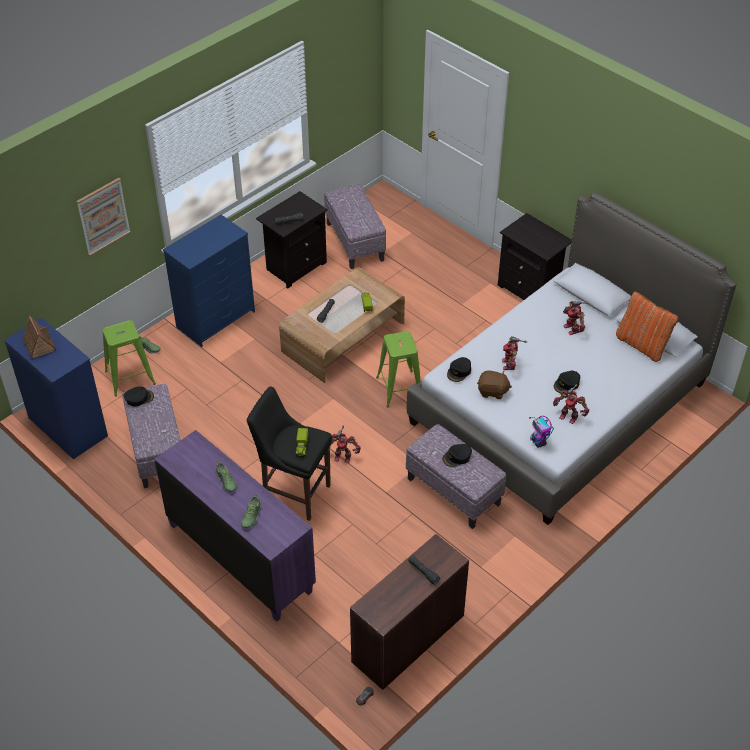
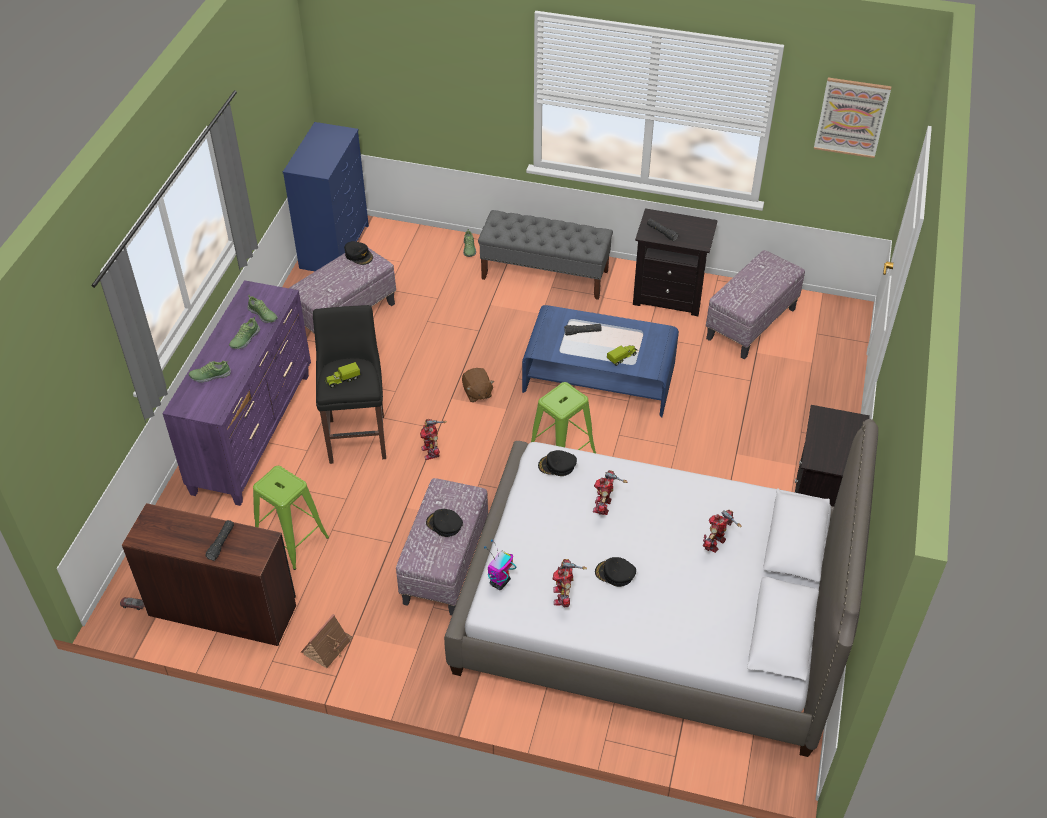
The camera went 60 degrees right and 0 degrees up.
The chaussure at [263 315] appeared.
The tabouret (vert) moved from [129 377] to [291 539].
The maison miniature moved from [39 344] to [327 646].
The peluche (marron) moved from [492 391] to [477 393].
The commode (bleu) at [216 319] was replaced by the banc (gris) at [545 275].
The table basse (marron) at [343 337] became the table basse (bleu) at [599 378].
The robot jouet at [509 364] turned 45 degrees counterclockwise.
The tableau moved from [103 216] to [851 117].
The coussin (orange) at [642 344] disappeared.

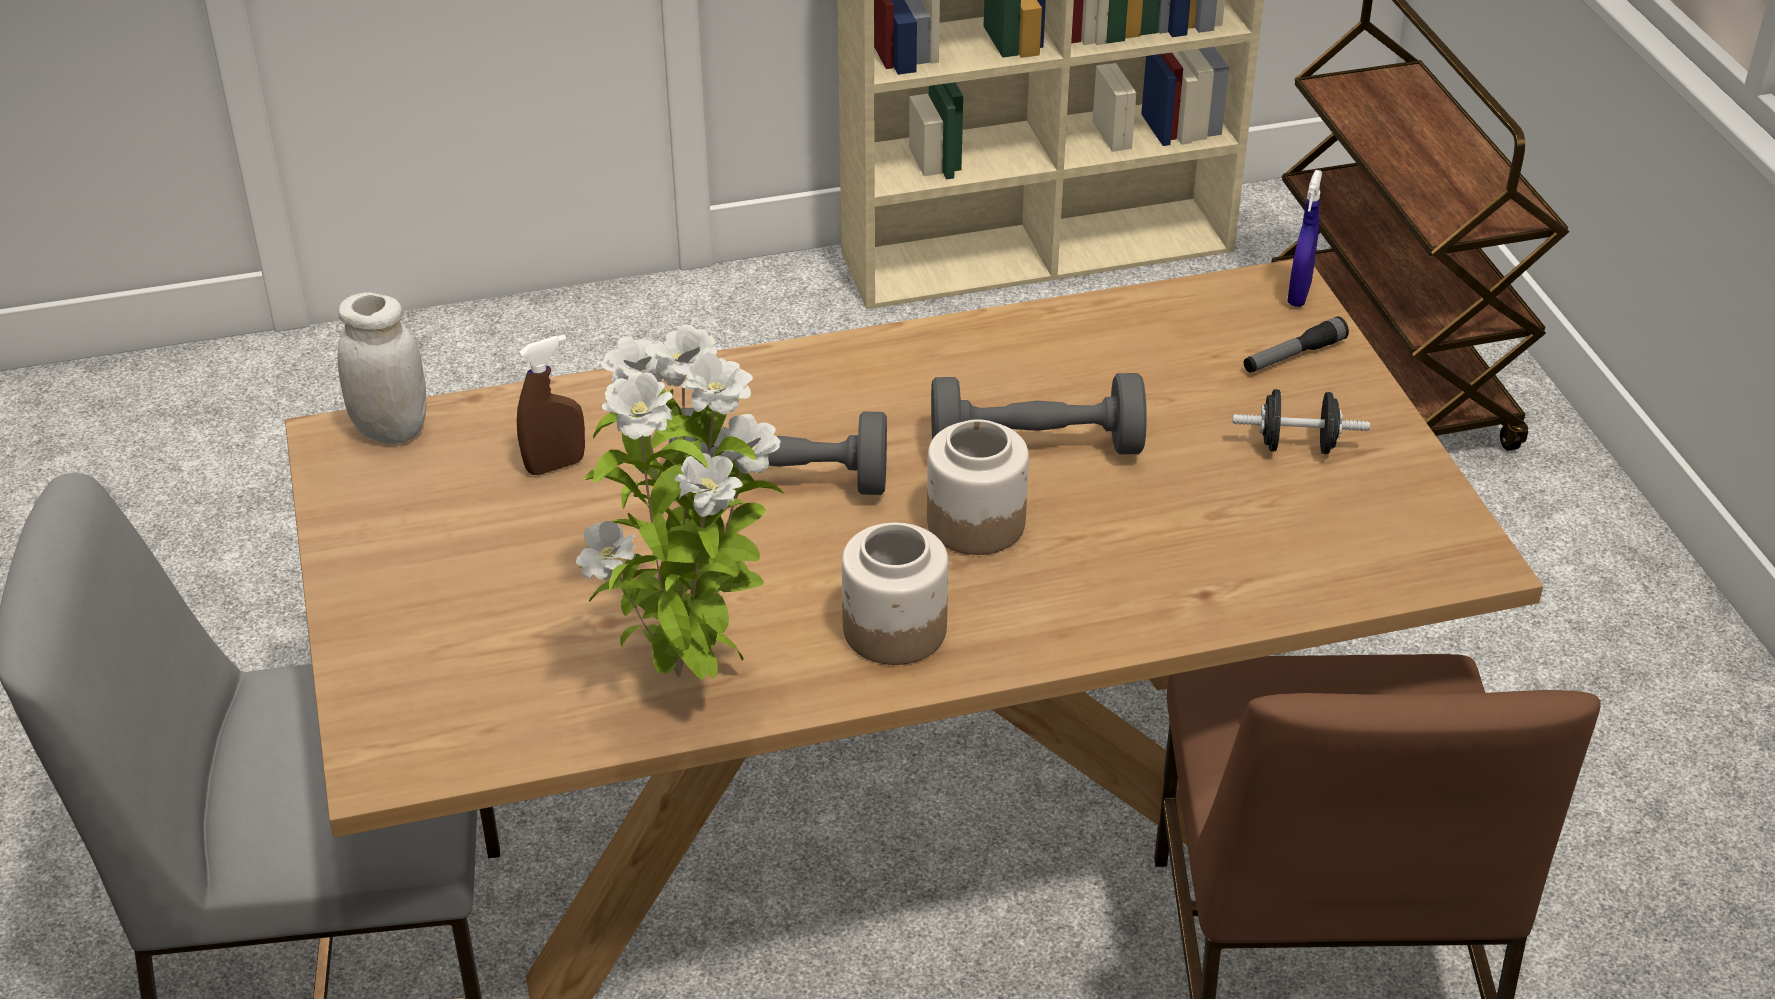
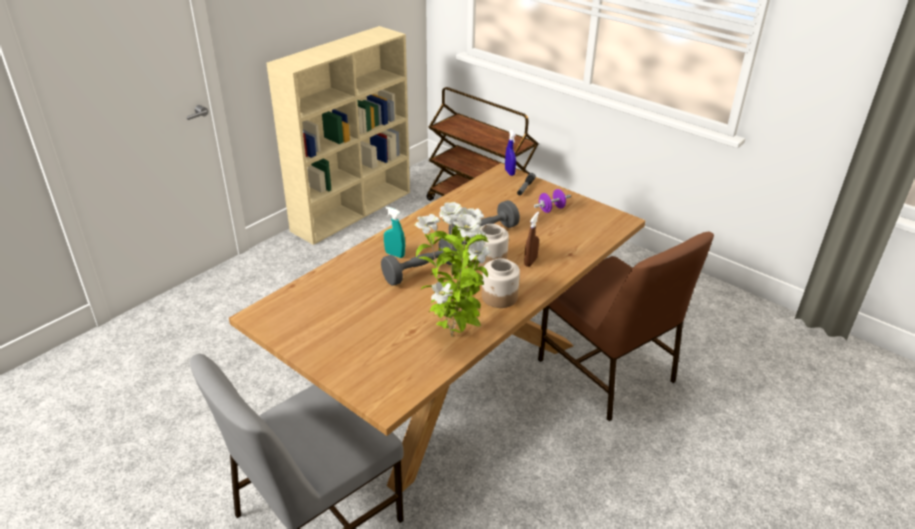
The camera went 35 degrees left and 5 degrees down.
The vaporisateur (turquoise) at [394 254] appeared.
The vaporisateur (marron) moved from [555 465] to [530 262].
The haltère (noir) at [1297 446] became the haltère (violet) at [551 209].
The bocal (blanc) at [391 429] disappeared.

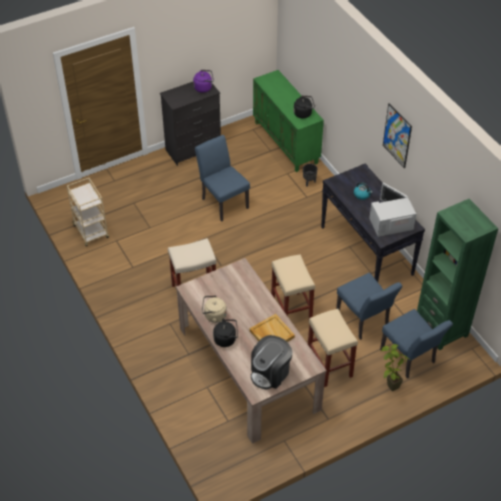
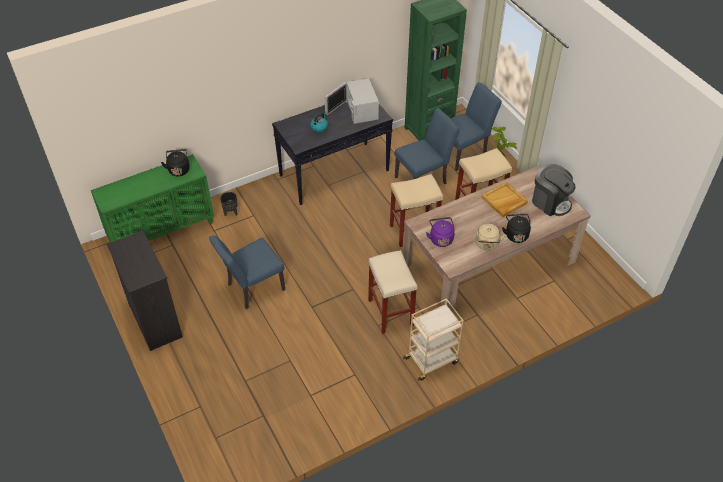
The camera went 90 degrees left and 0 degrees up.
The chariot (beige) moved from [91 232] to [431 360].
The bouilloire (violet) moved from [204 87] to [440 238].
The tableau at [397 135] disappeared.

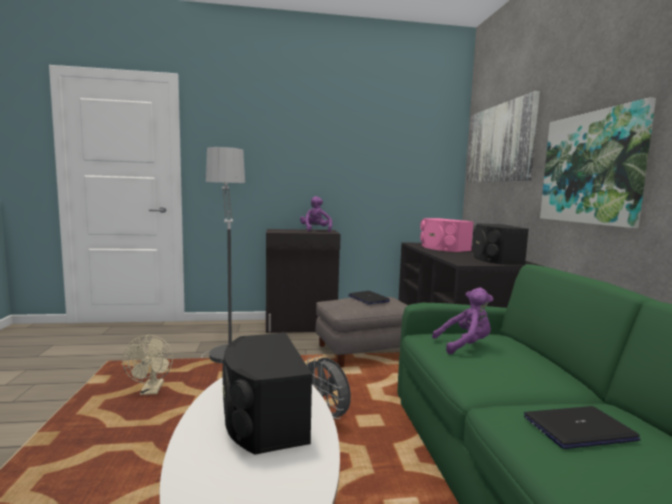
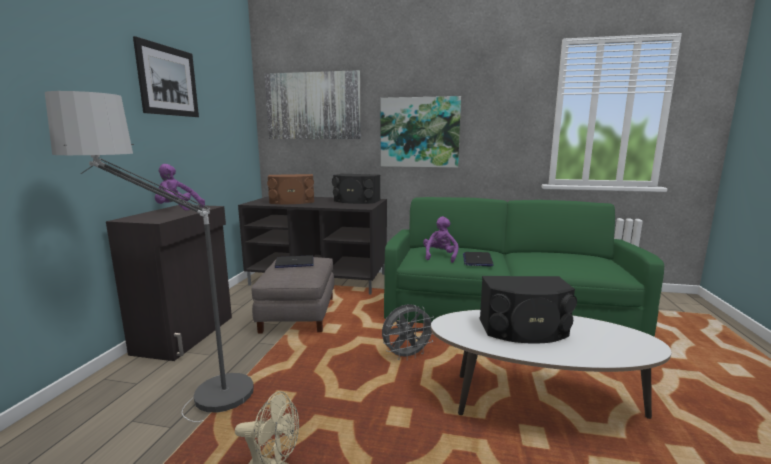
The camera went 70 degrees left and 5 degrees up.
The tableau at [168 81] appeared.
The enceinte (rose) at [442 248] became the enceinte (marron) at [292 202].
The ordinateur portable moved from [578 428] to [477 260].

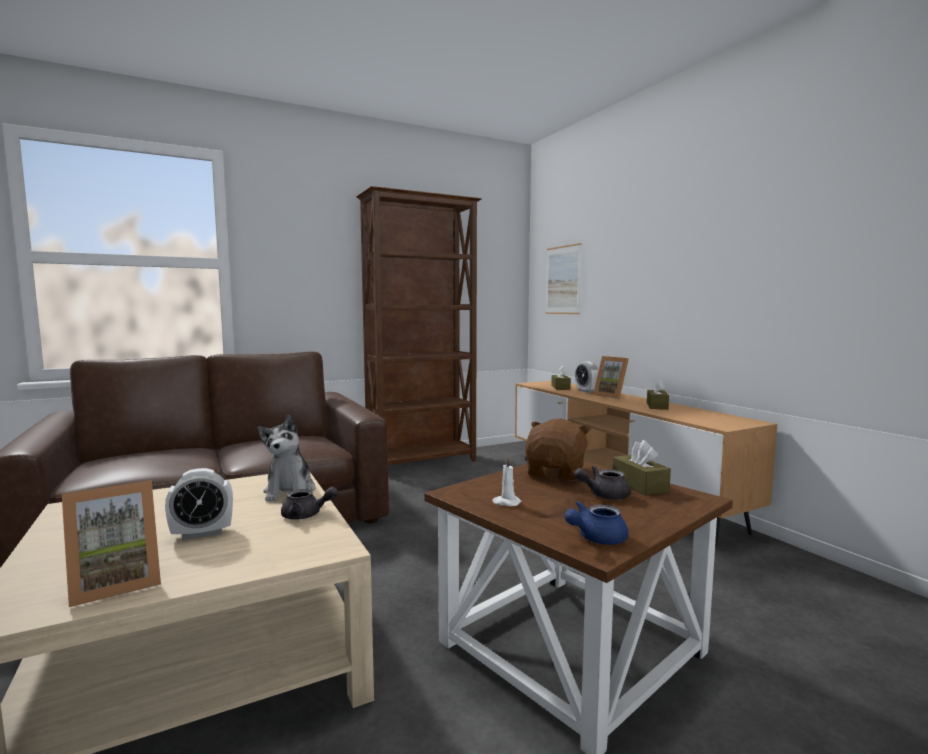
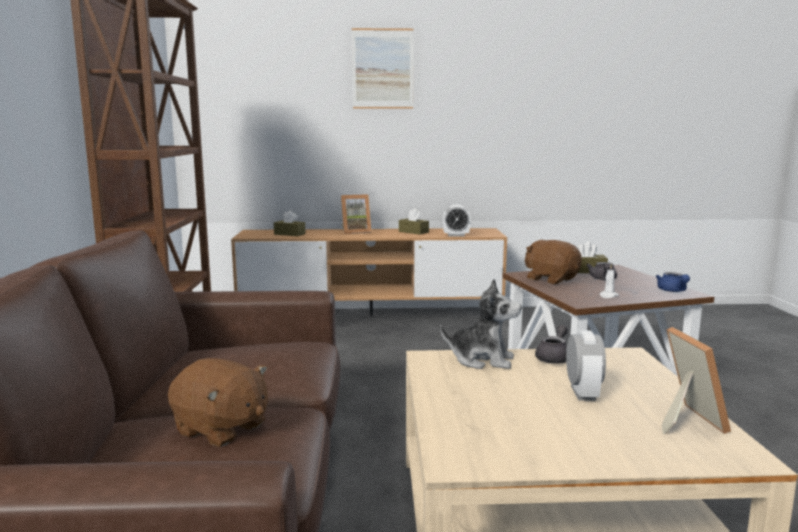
The camera went 65 degrees left and 5 degrees up.
The peluche (marron) at [221 429] appeared.
The tableau moved from [562 280] to [382 69].
The réveil moved from [586 391] to [456 235].

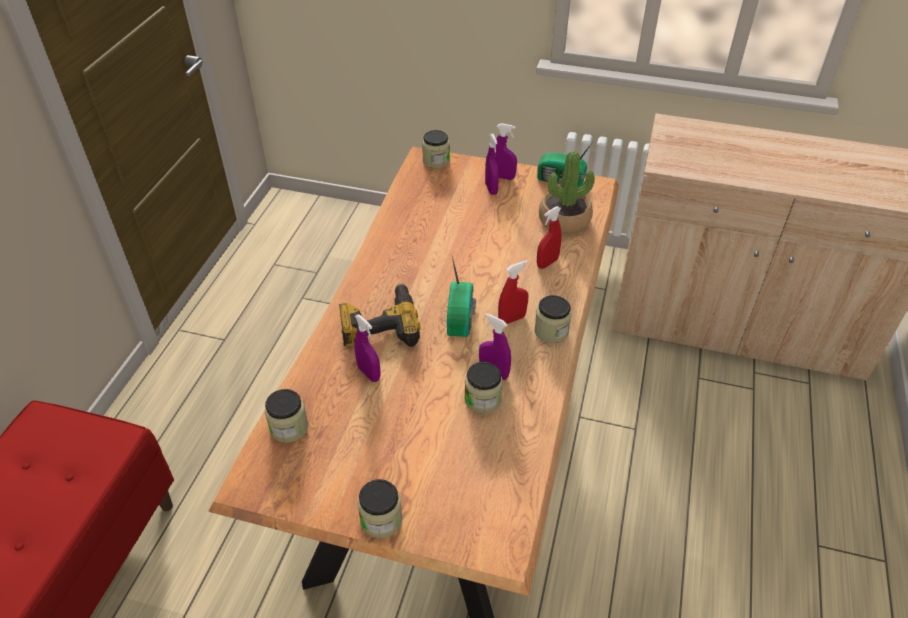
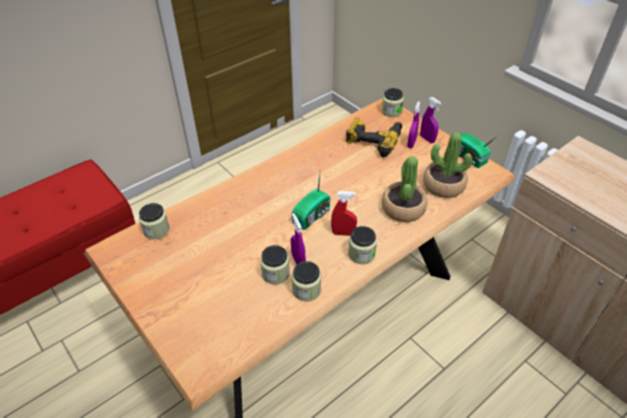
The camera went 35 degrees right and 0 degrees up.
The bocal moved from [381 520] to [306 290].
The perceuse moved from [379 324] to [374 140].
The vaporisateur (rouge) at [547 263] was replaced by the plante en pot at [403 208].
The vaporisateur (violet) at [369 373] disappeared.

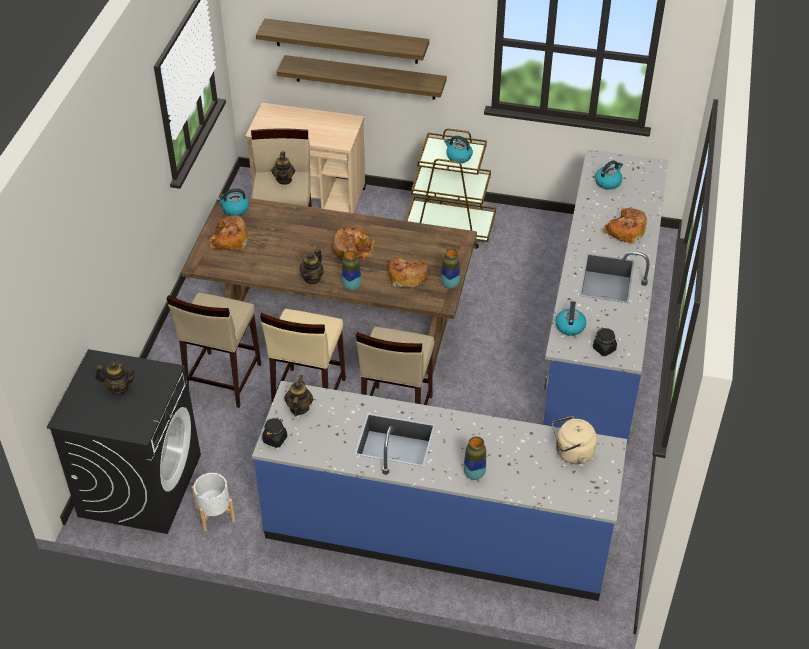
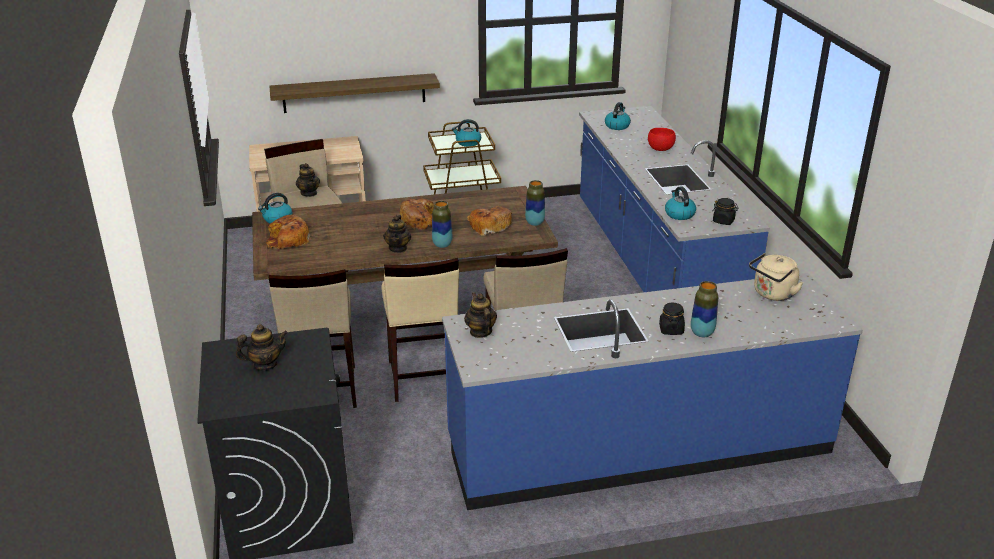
The camera went 25 degrees left and 15 degrees down.
The pain at [624 230] was replaced by the bol (rouge) at [661 149].
The bocal (noir) moved from [275 439] to [671 329].
The cache-pot (blanc) at [215 514] disappeared.
The étagère at [346 41] disappeared.

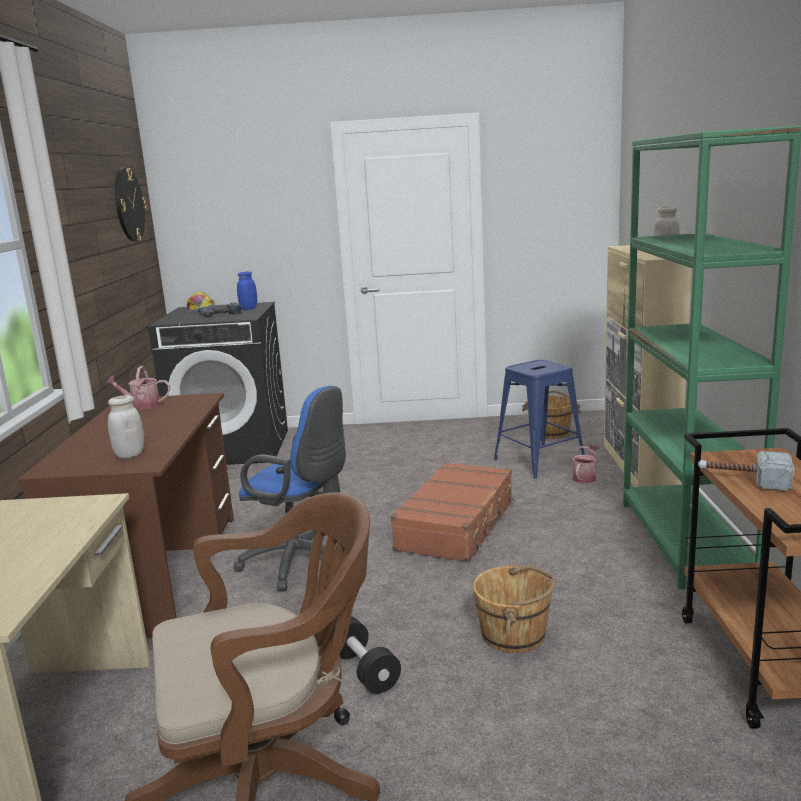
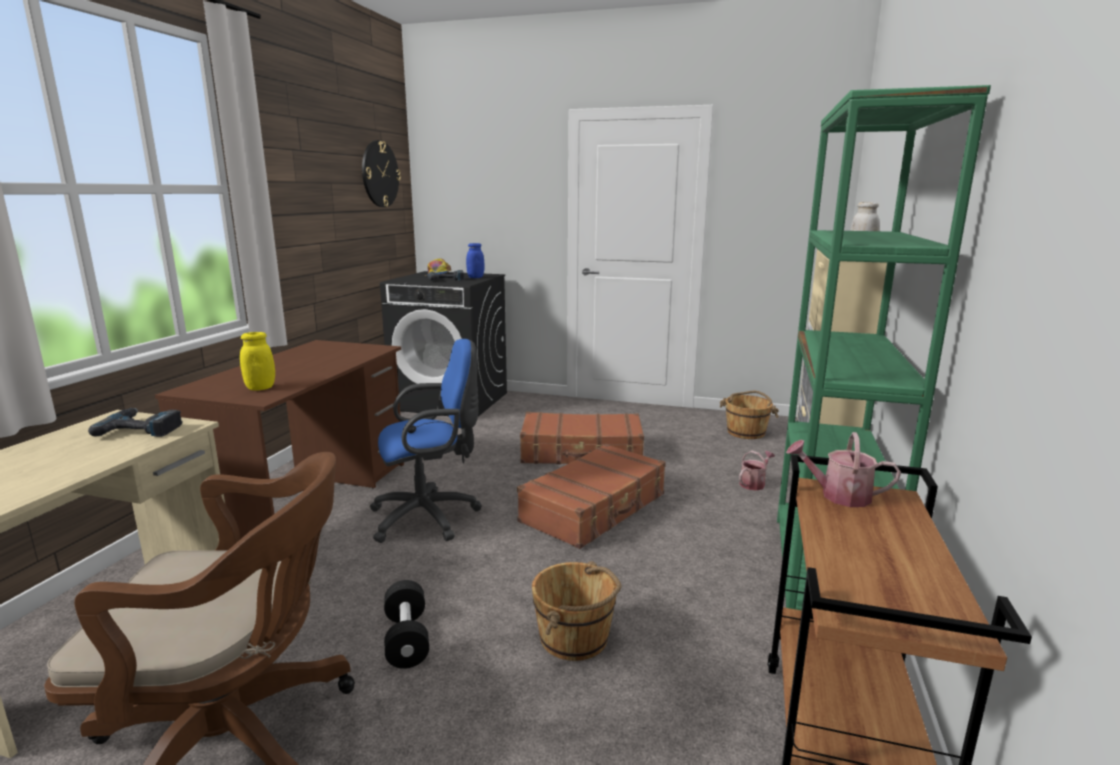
The camera went 15 degrees right and 0 degrees up.
The perceuse at [143 428] appeared.
The bocal (blanc) at [130 455] became the bocal (jaune) at [260 388].
The chaise de bureau (bleu) at [302 563] turned 60 degrees counterclockwise.
The valise (marron) at [582 452] appeared.
The arrosoir moved from [141 405] to [838 495].
The tabouret (bleu) at [539 460] disappeared.
The marteau at [743 480] disappeared.

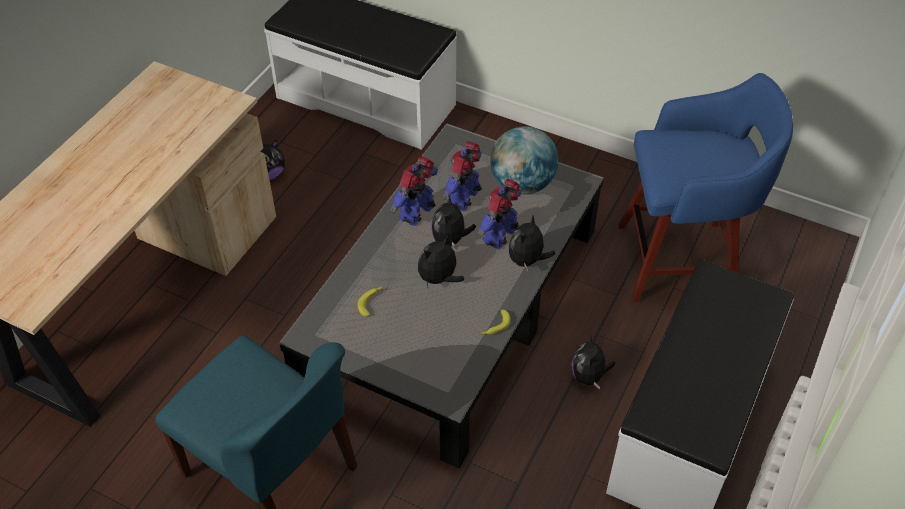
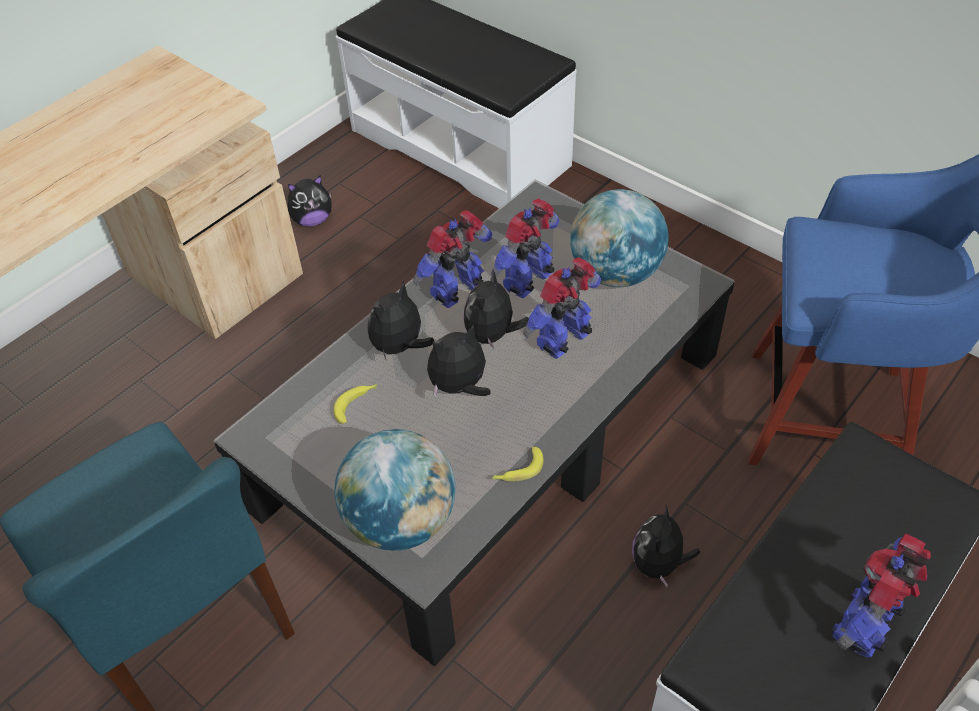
The camera went 15 degrees right and 0 degrees up.
The globe at [401 521] appeared.
The peluche moved from [527 260] to [400 347].
The robot jouet at [865 624] appeared.

